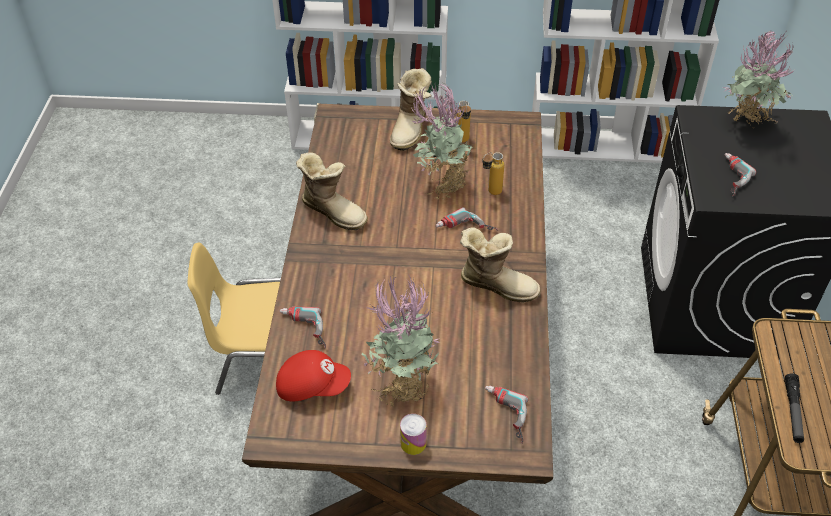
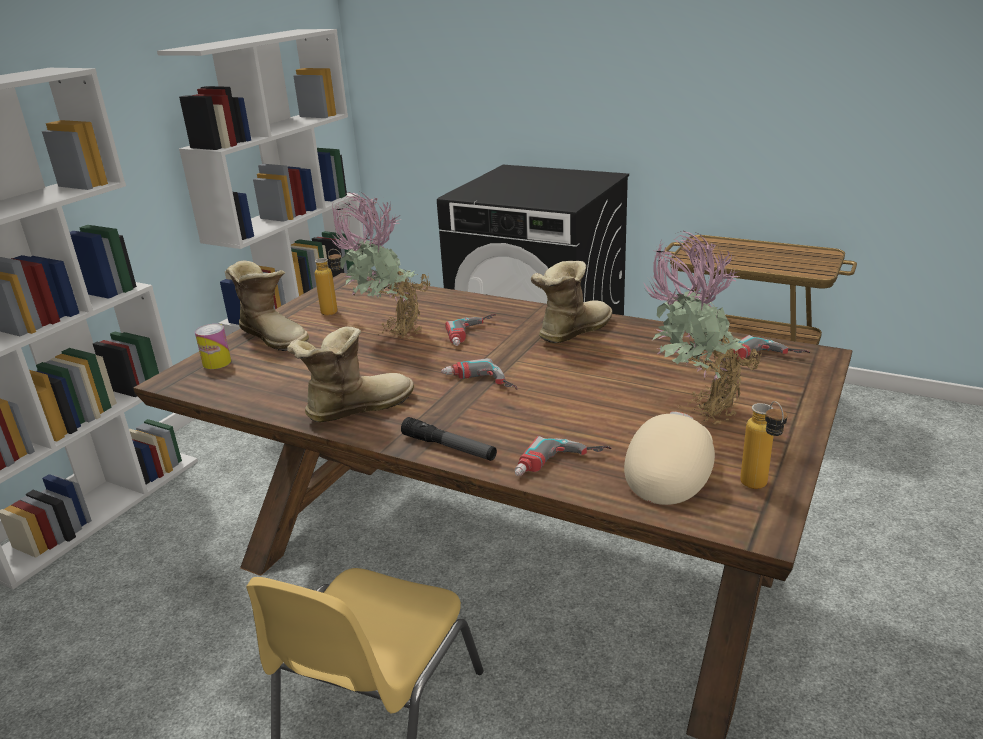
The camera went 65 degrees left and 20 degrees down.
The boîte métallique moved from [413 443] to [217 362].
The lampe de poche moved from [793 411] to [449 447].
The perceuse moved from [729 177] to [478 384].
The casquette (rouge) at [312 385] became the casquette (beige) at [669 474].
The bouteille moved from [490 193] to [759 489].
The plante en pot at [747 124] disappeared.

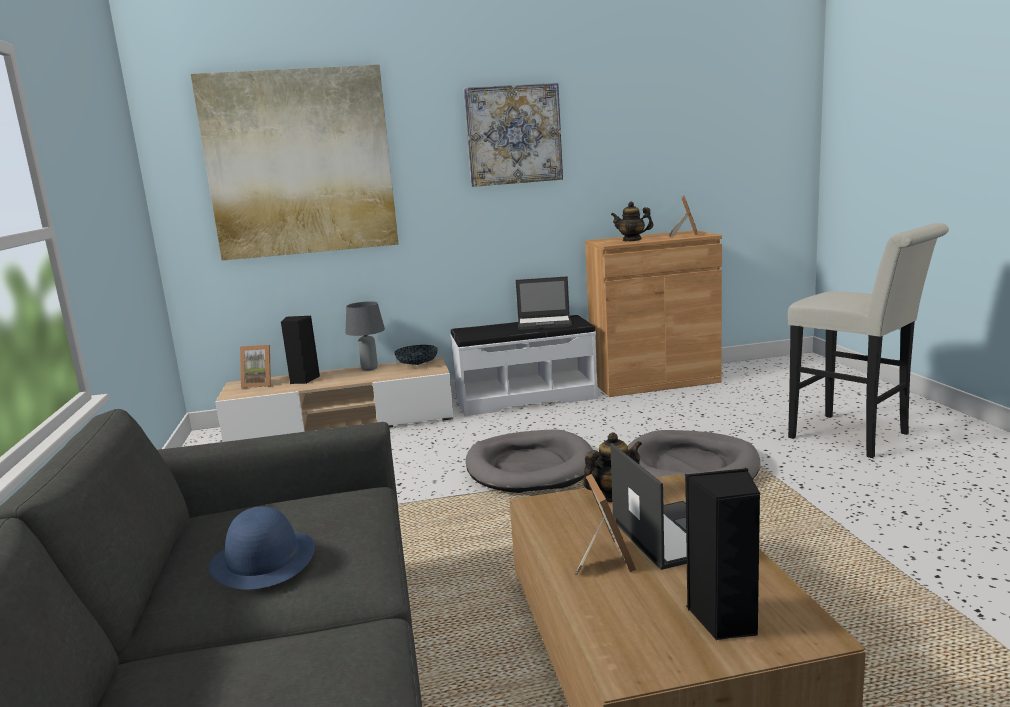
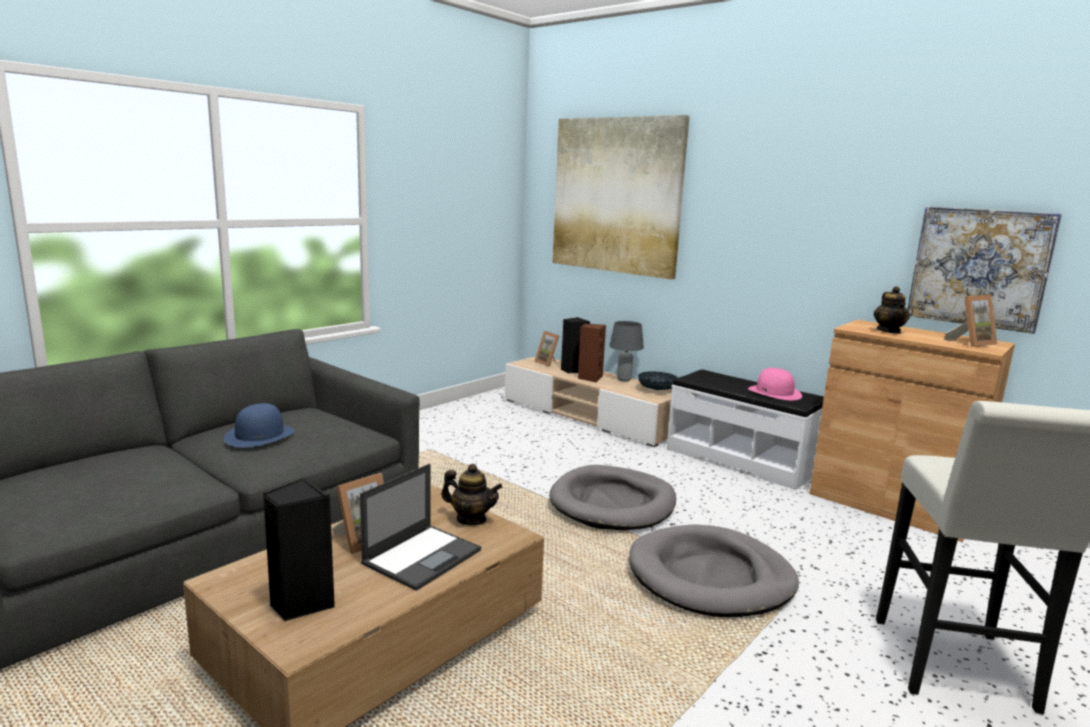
The camera went 50 degrees right and 0 degrees up.
The enceinte (marron) at [590 378] appeared.
The ordinateur portable at [545 323] was replaced by the chapeau (rose) at [775 392].
The théière at [632 240] turned 150 degrees counterclockwise.
The tableau moved from [513 135] to [979 267].

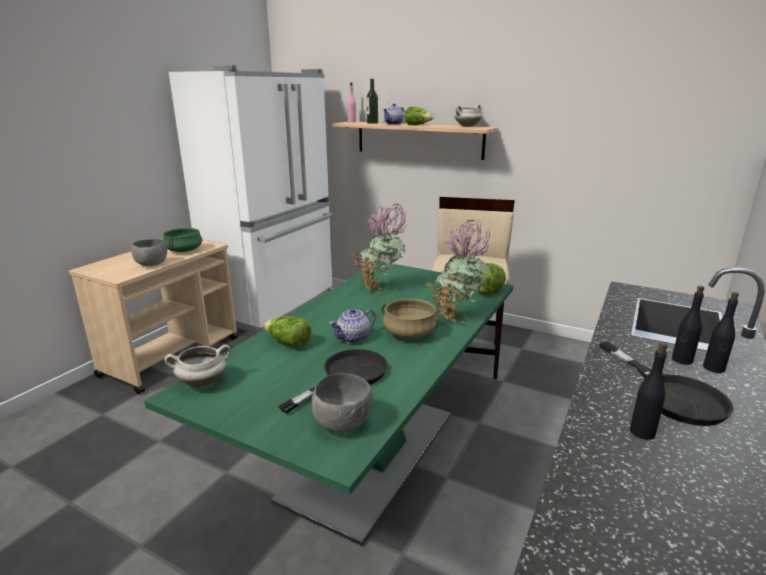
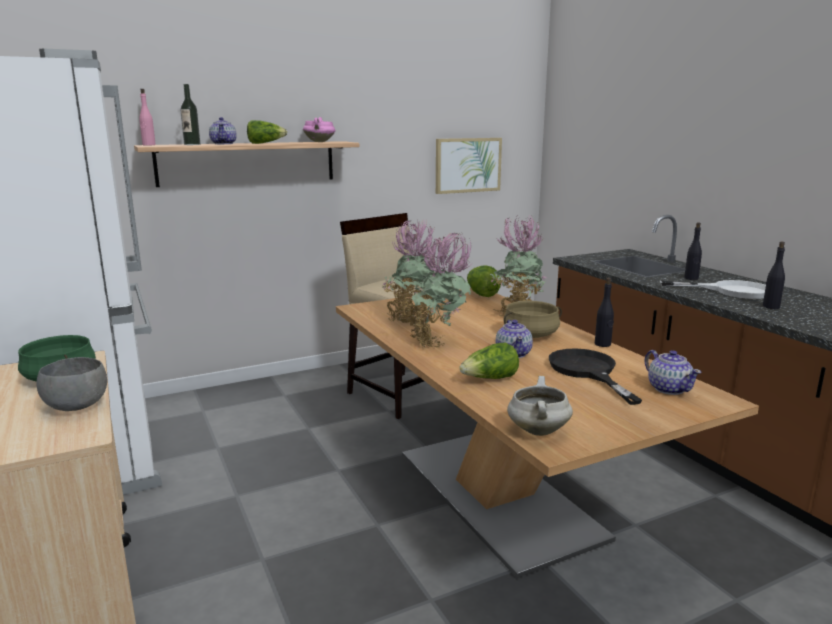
The camera went 55 degrees left and 5 degrees down.
The marmite (blanc) at [467 126] became the marmite (rose) at [320 142].
The table à manger (vert) at [371 455] became the table à manger (beige) at [496 495].
The plante en pot at [437 343] appeared.
The tableau at [468 165] appeared.
The bouteille (noir) moved from [713 368] to [602 344].
The bol (gris) at [344 423] was replaced by the théière at [669 388].
The poêle (noir) at [670 394] became the poêle (blanc) at [730 291].

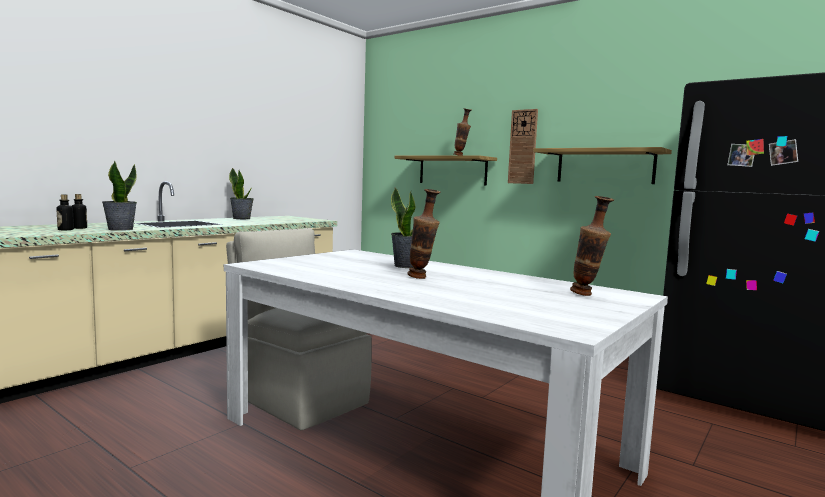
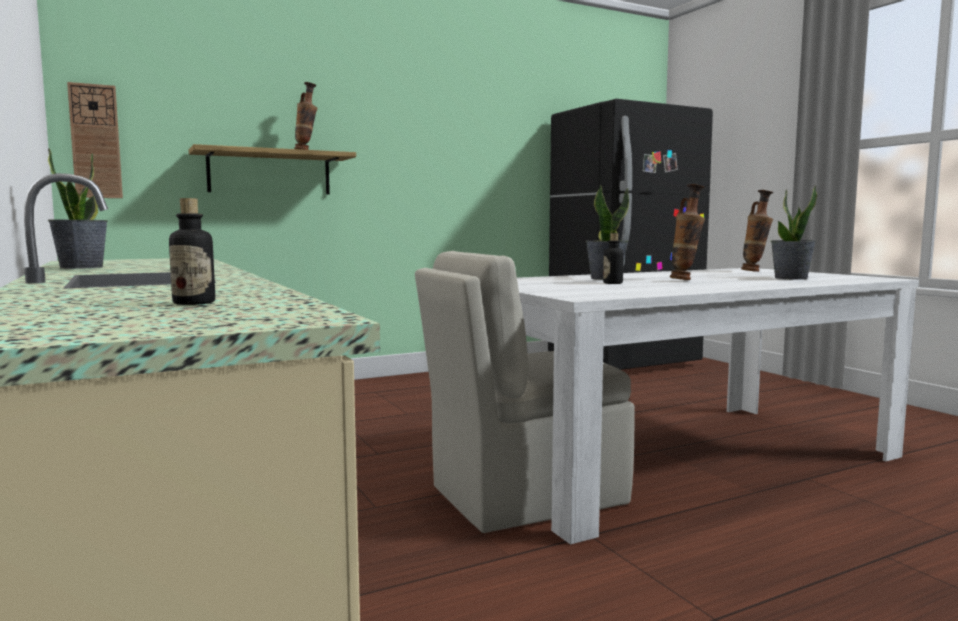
The camera went 65 degrees left and 0 degrees up.
The horloge murale moved from [523 147] to [95 141].
The bouteille moved from [79 228] to [612 283].
The plante en pot moved from [120 229] to [791 278].
The étagère at [605 166] disappeared.

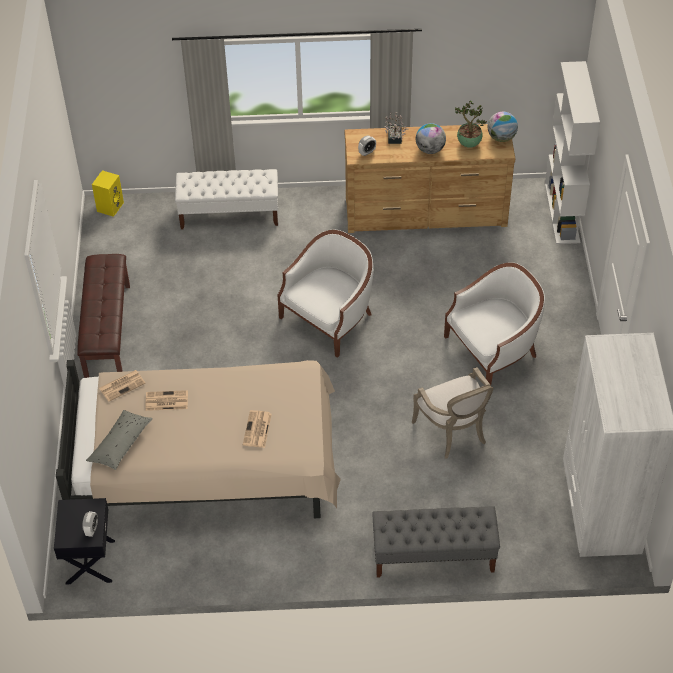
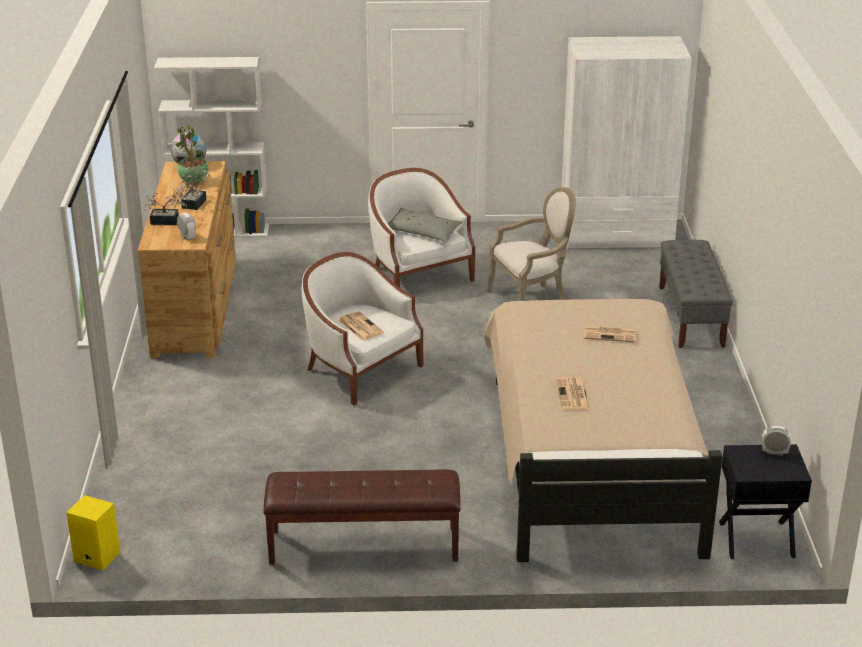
The camera went 90 degrees left and 20 degrees down.
The globe at [430 149] was replaced by the plante en pot at [195 202].
The journal moved from [122 385] to [360 326].
The coussin (gris) moved from [120 444] to [423 232].
The banc (blanc) at [229 214] disappeared.

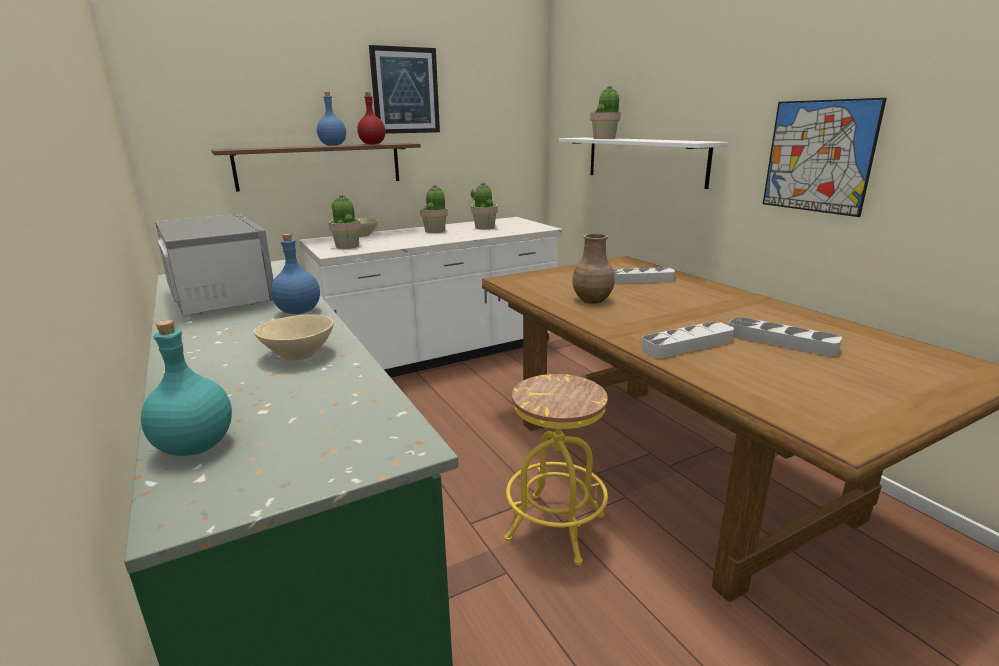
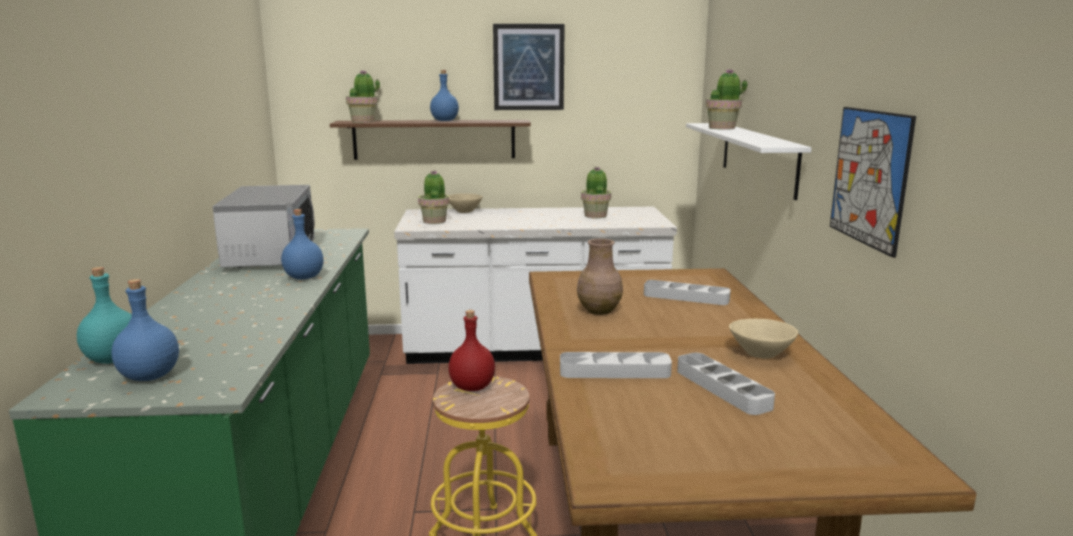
The camera went 25 degrees right and 5 degrees down.
The bouteille (bleu) at [148 377] appeared.
The plante en pot moved from [435 231] to [363 121].
The bouteille (rouge) moved from [372 144] to [471 387].
The bol (beige) moved from [298 354] to [760 353].

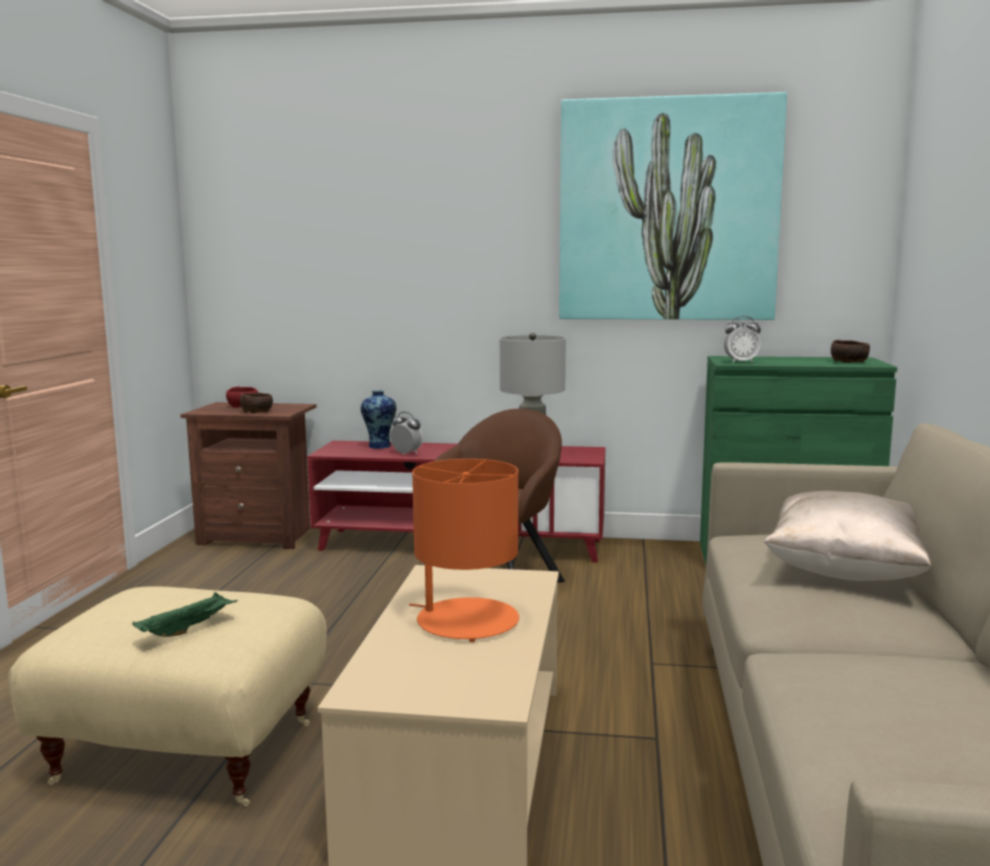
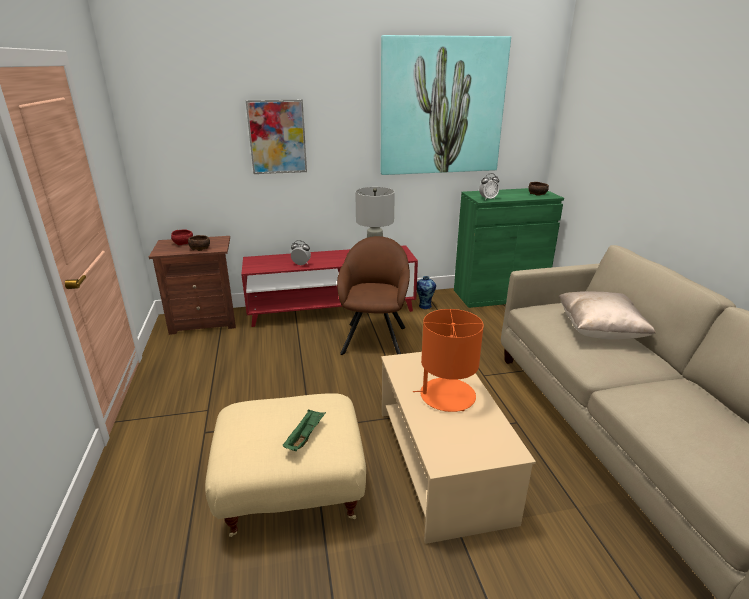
The camera went 20 degrees left and 15 degrees up.
The tableau at [277 137] appeared.
The vase moved from [379 446] to [424 306].

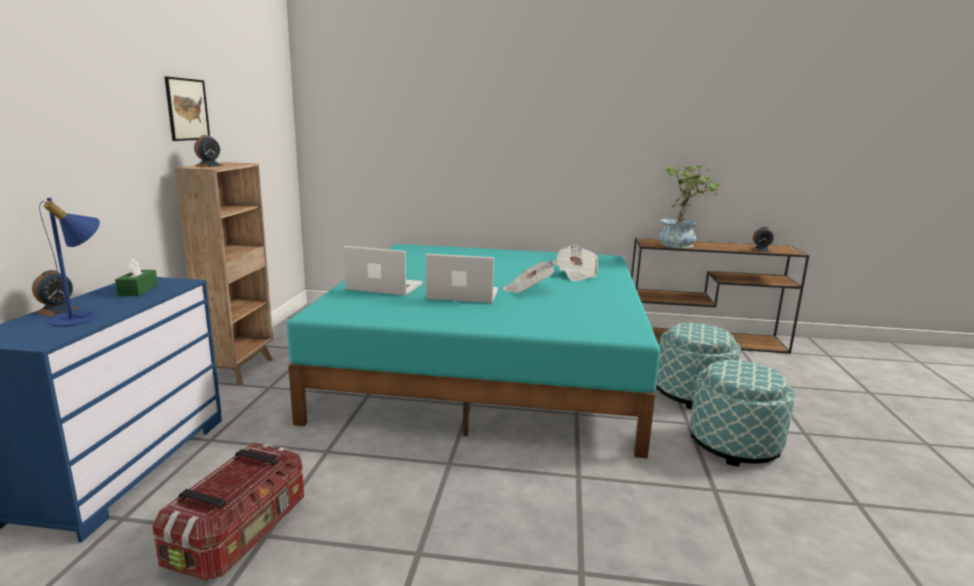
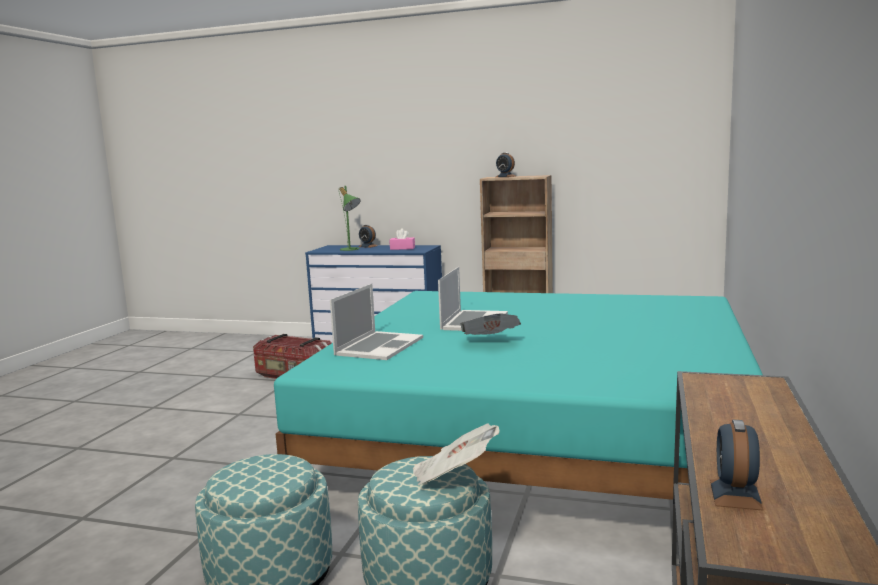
The camera went 100 degrees right and 5 degrees down.
The ordinateur portable moved from [384 286] to [379 346].
The lampe de table (bleu) at [81 318] became the lampe de table (vert) at [351 249].
The boîte à mouchoirs (vert) at [138 290] became the boîte à mouchoirs (rose) at [402 248].
The journal moved from [576 275] to [453 476].
The tableau at [187 109] disappeared.
The plante en pot at [682 244] disappeared.

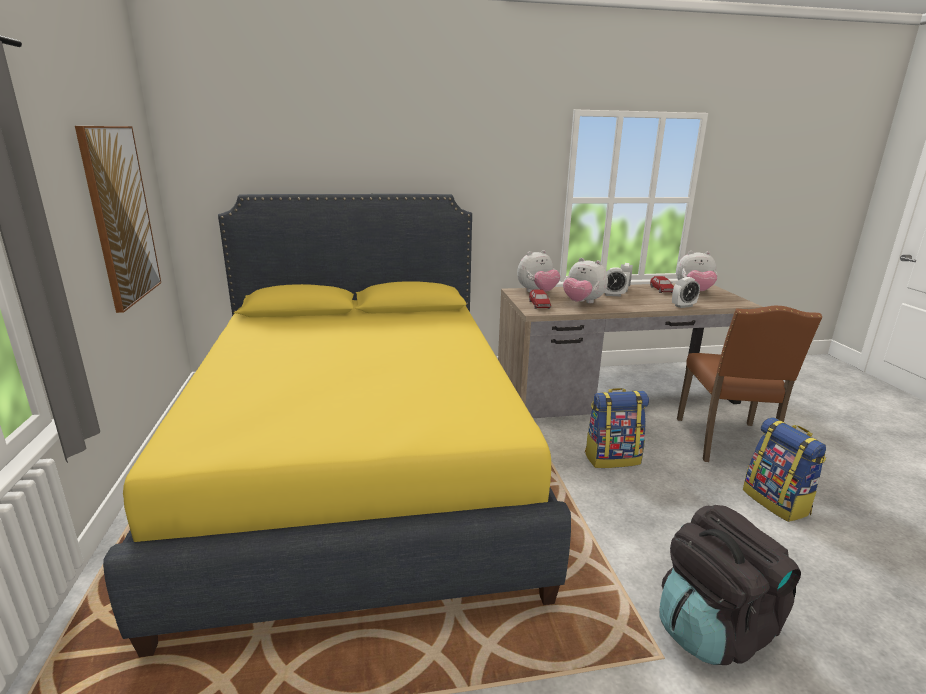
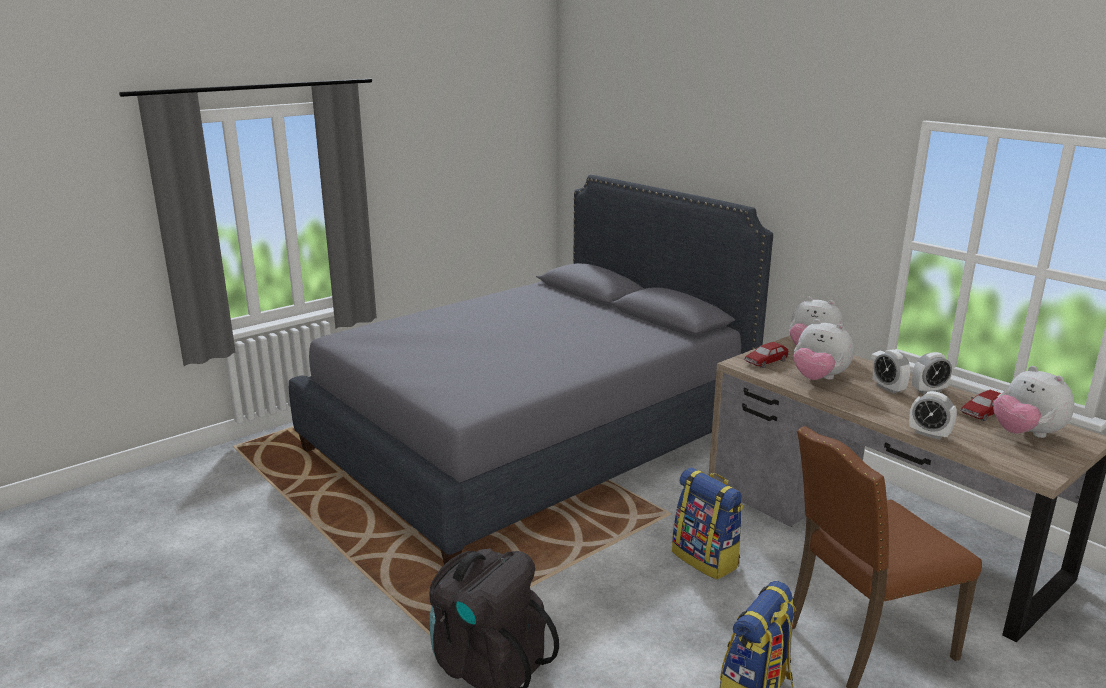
The camera went 60 degrees right and 0 degrees up.
The lit (jaune) at [360 467] became the lit (gris) at [531 440].
The peluche at [582 302] turned 60 degrees counterclockwise.
The tableau at [120 216] disappeared.

